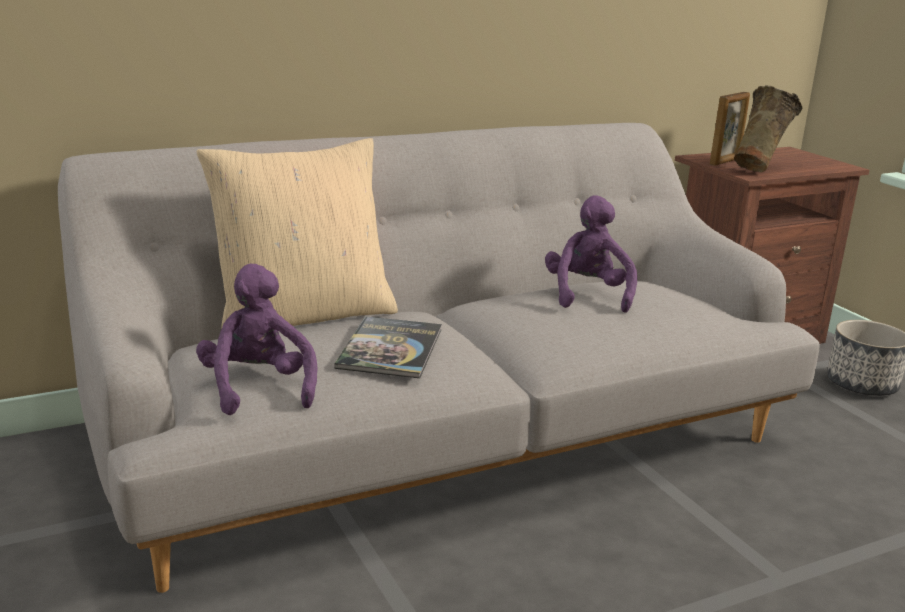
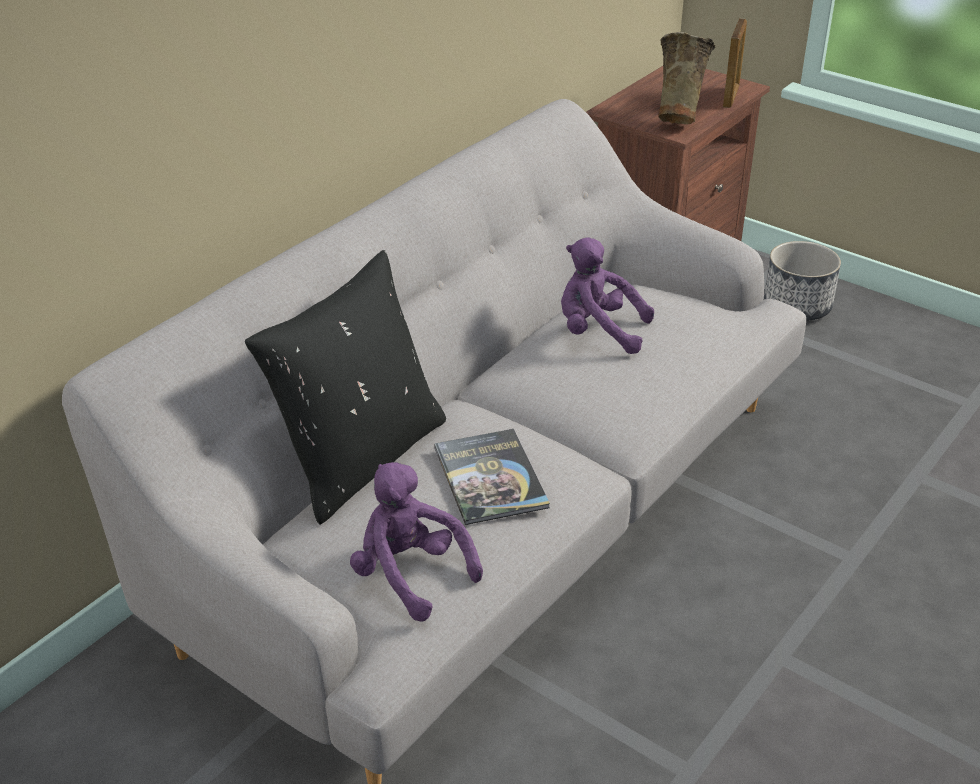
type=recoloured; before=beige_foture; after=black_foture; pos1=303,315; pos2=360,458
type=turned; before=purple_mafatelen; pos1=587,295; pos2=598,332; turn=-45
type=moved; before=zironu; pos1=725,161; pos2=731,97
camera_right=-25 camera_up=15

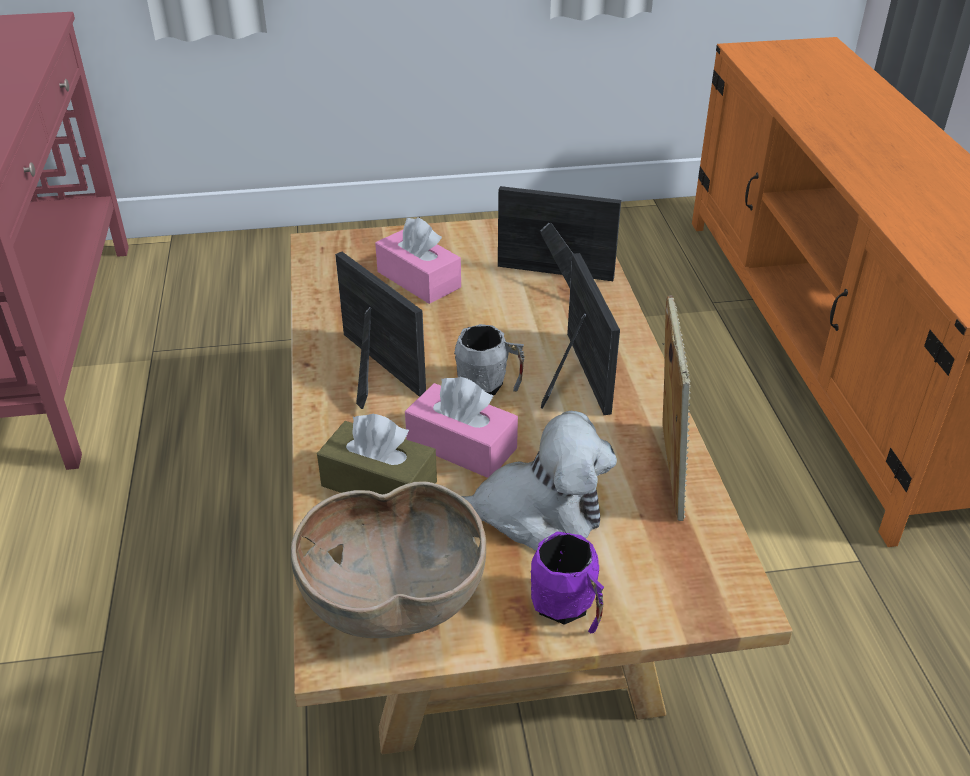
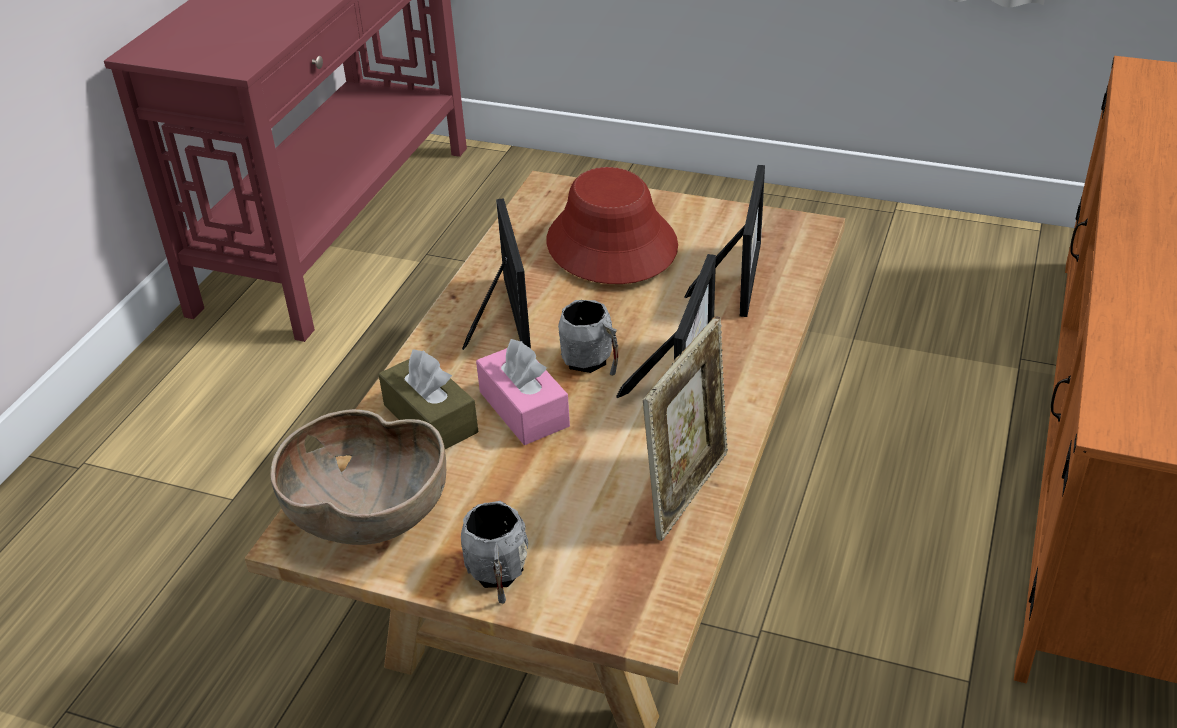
type=recoloured; before=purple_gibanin; after=grey_gibanin; pos1=569,610; pos2=498,577
type=replaced; before=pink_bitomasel; after=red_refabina; pos1=419,279; pos2=611,244
type=turned; before=zironu; pos1=550,278; pos2=737,277; turn=60
type=removed; before=mafatelen; pos1=533,514
camera_right=30 camera_up=0

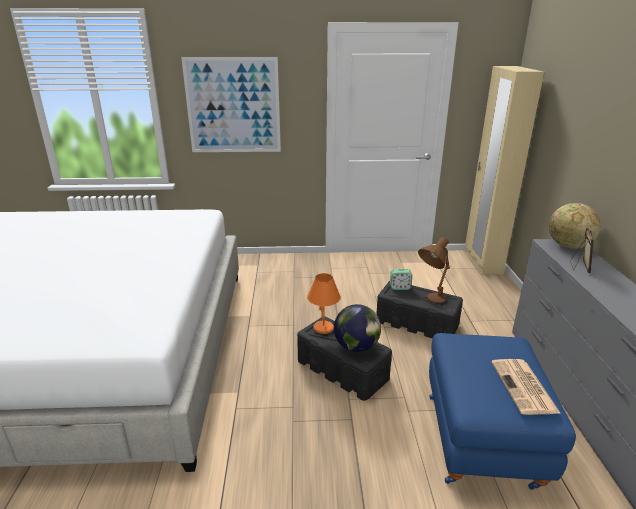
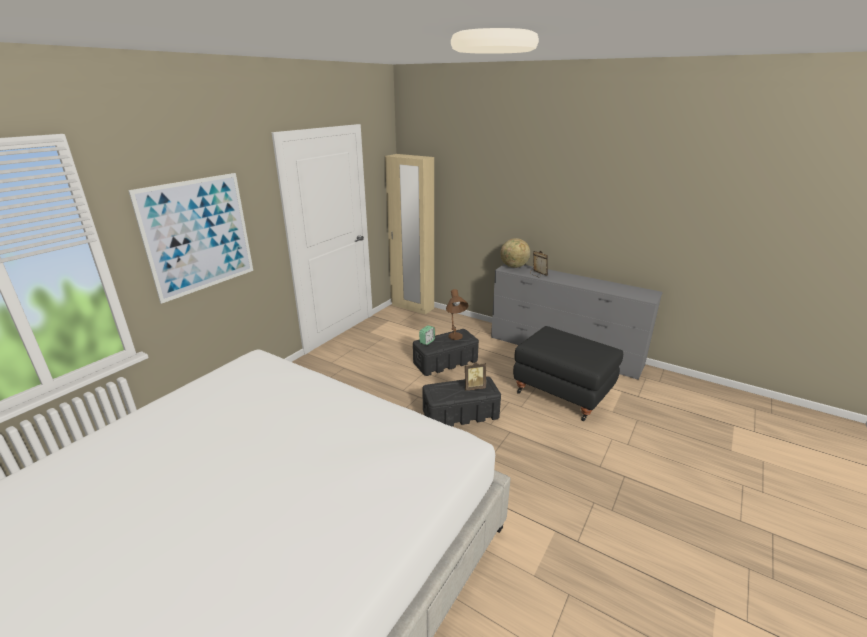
type=replaced; before=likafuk; after=zironu; pos1=356,347; pos2=474,387
type=recoloured; before=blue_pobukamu; after=black_pobukamu; pos1=483,440; pos2=563,393
type=removed; before=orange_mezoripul; pos1=324,328
type=removed; before=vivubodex; pos1=524,387
camera_right=-55 camera_up=0

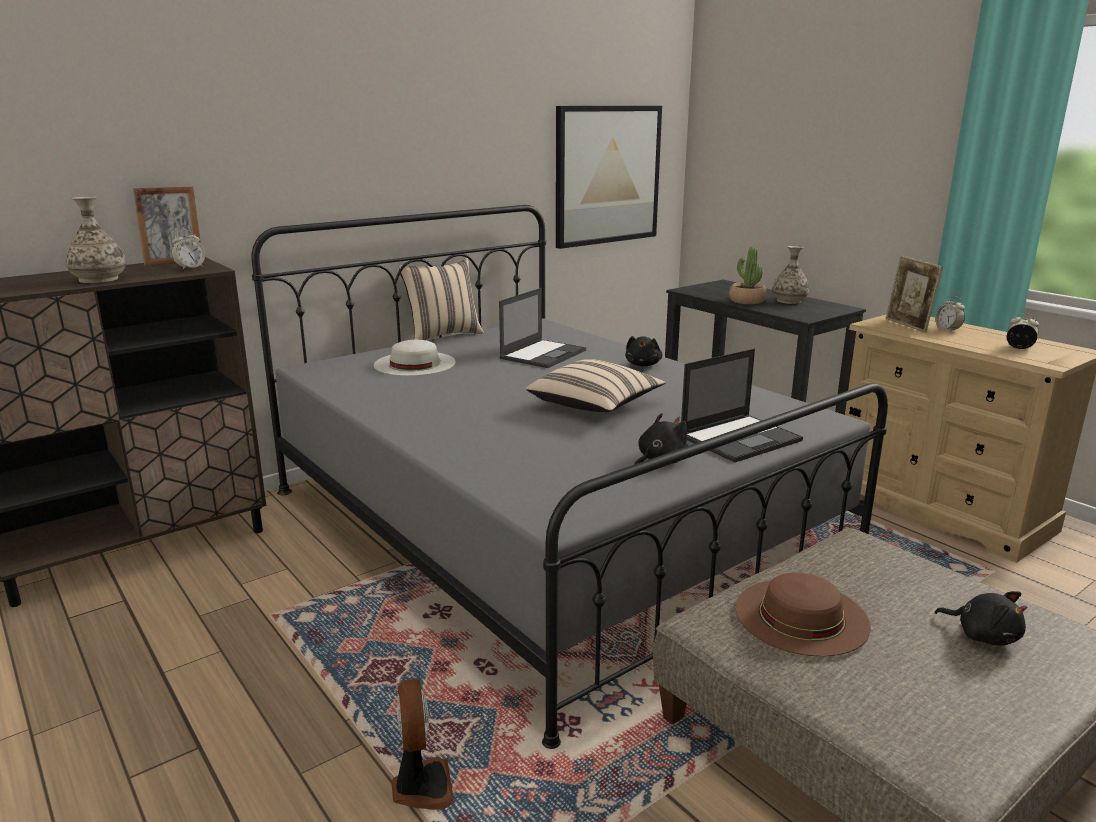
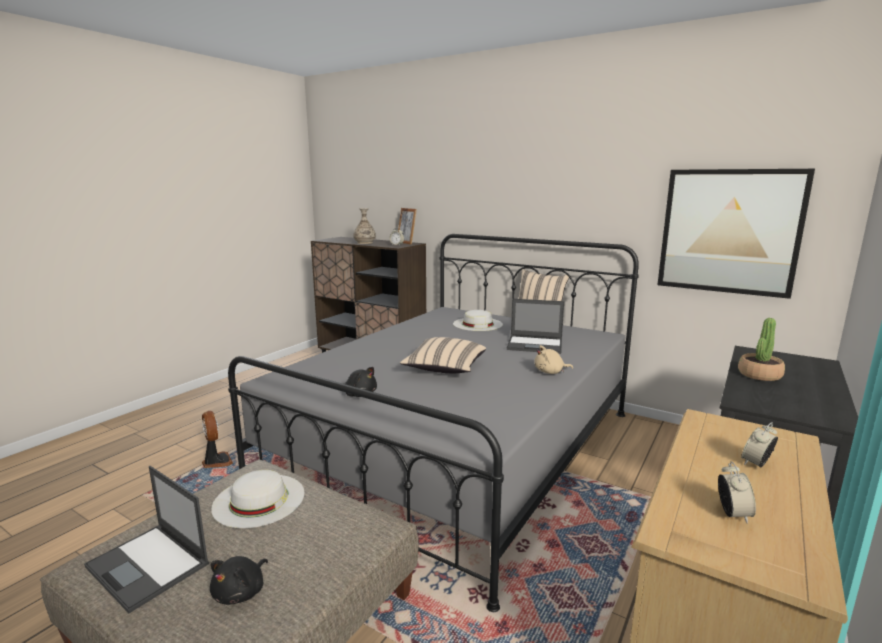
type=moved; before=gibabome; pos1=741,438; pos2=148,566
type=turned; before=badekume; pos1=421,787; pos2=217,462; turn=-90
type=recoloured; before=brown_refabina; after=white_refabina; pos1=801,616; pos2=259,499
type=recoloured; before=black_mafatelen; after=beige_mafatelen; pos1=643,364; pos2=550,372
type=removed; before=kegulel; pos1=789,301
type=removed; before=zironu; pos1=907,325
camera_right=70 camera_up=-5

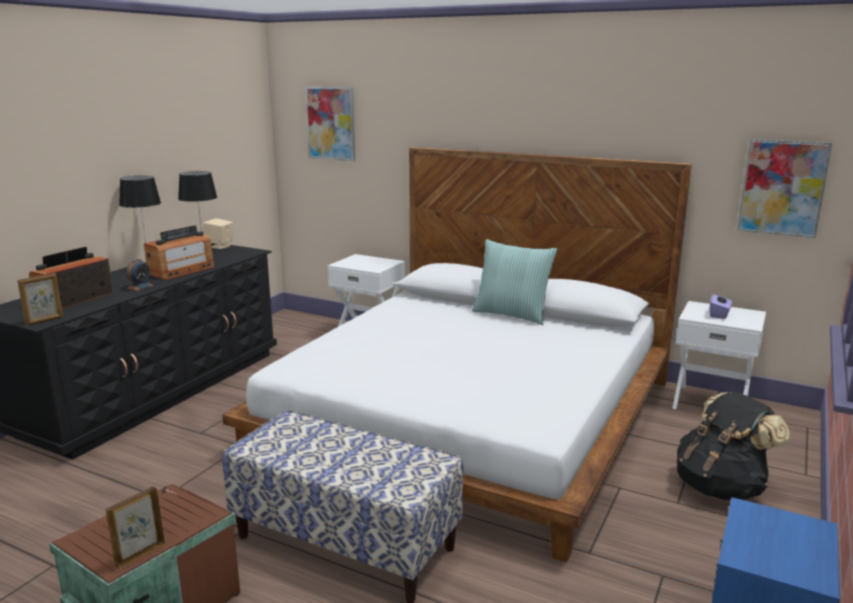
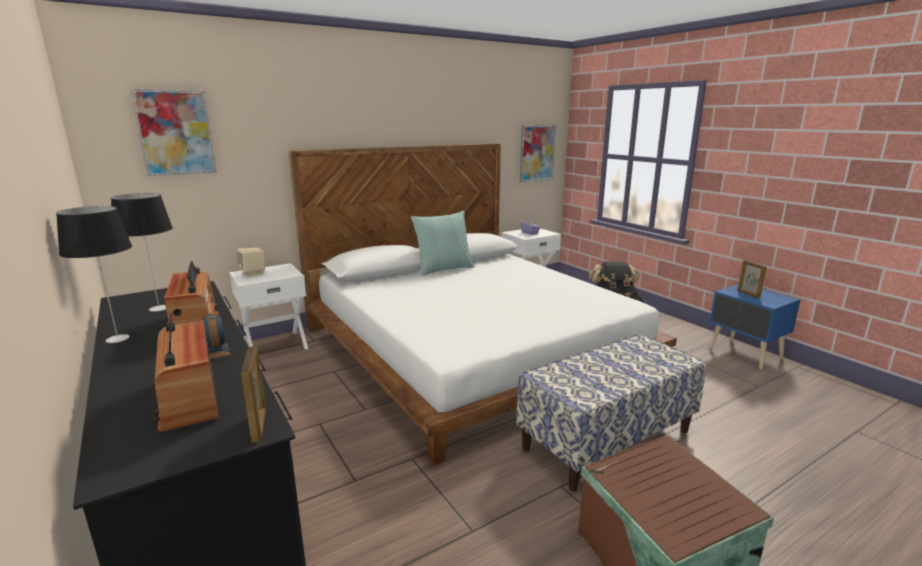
type=moved; before=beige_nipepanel; pos1=219,246; pos2=253,273
type=moved; before=zironu; pos1=140,555; pos2=748,294
camera_right=-60 camera_up=0

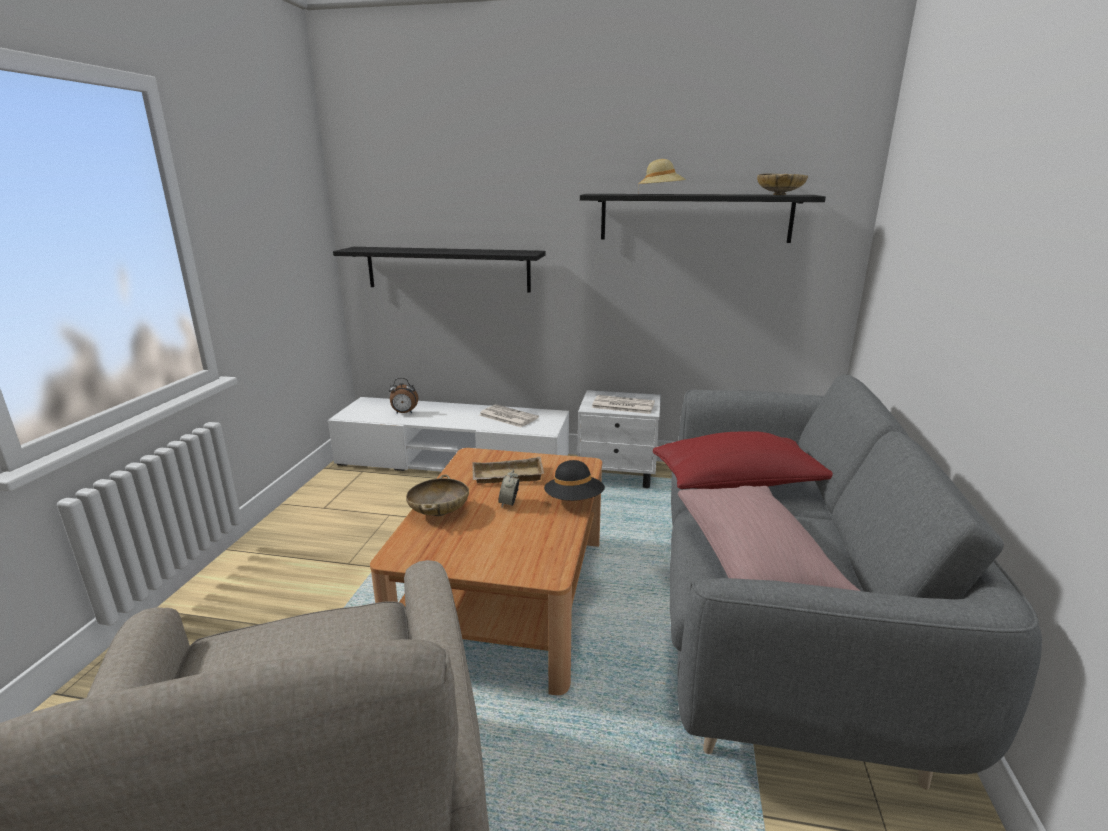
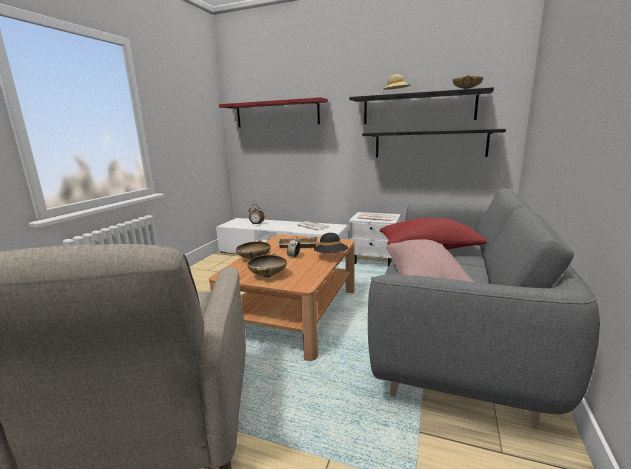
type=added; after=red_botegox; pos2=277,114
type=added; after=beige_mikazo; pos2=268,275
type=moved; before=black_botegox; pos1=447,269; pos2=429,144
camera_right=10 camera_up=-5

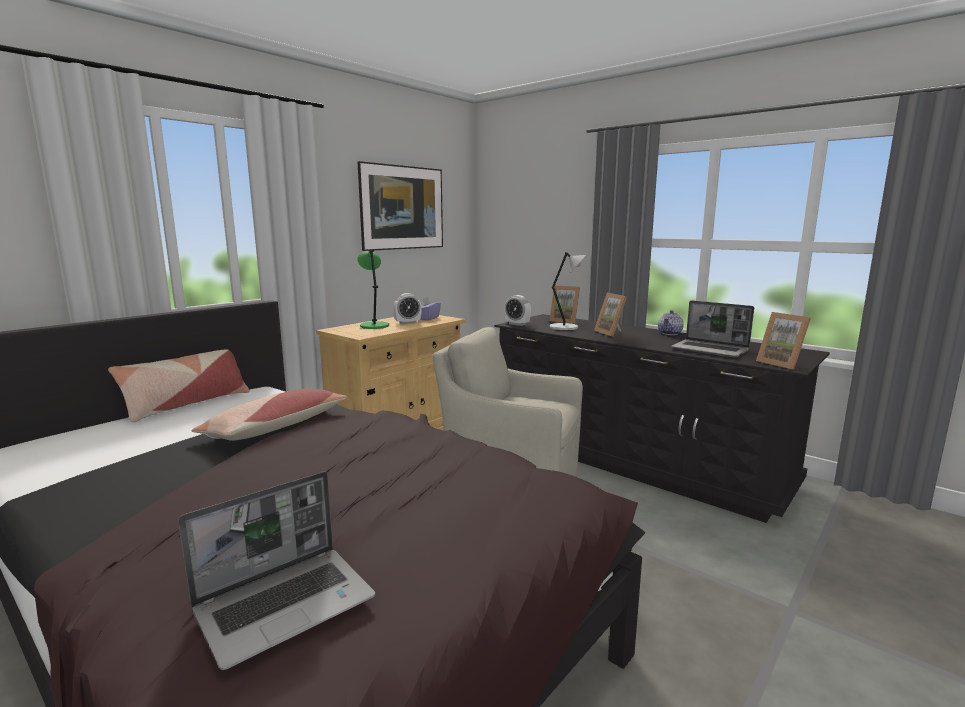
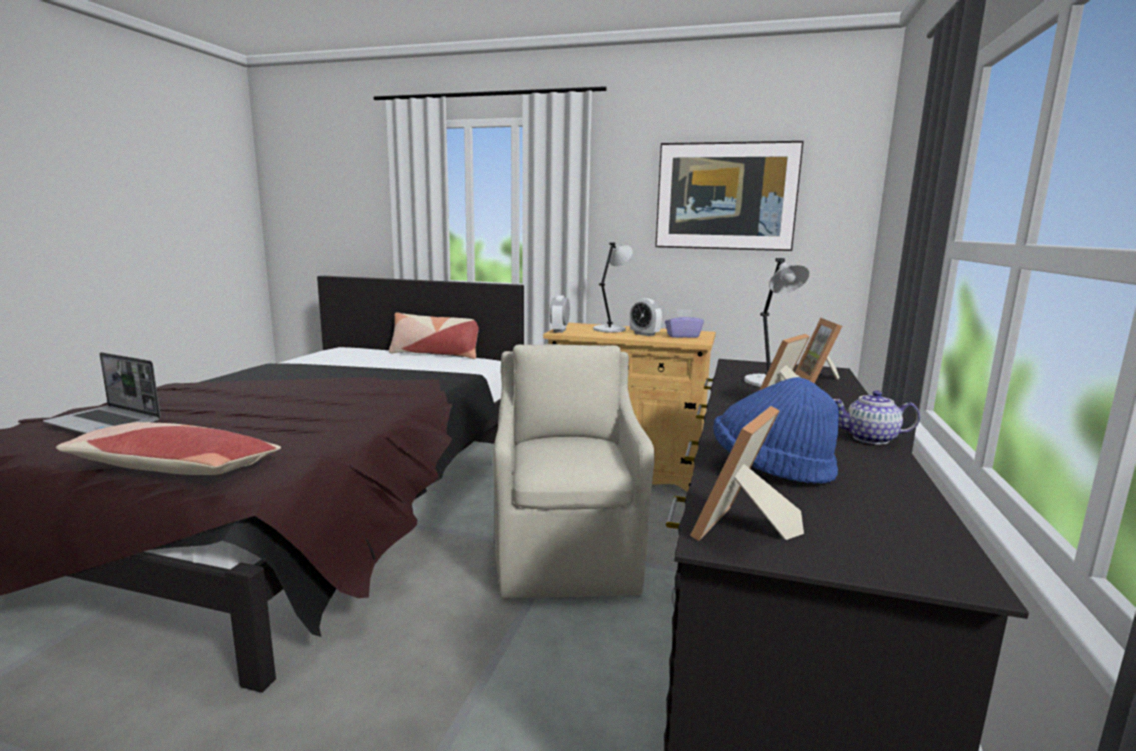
type=moved; before=foture; pos1=275,428; pos2=173,469
type=moved; before=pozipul; pos1=517,324; pos2=559,331
type=recoloured; before=green_mezoripul; after=grey_mezoripul; pos1=374,326; pos2=610,329
type=replaced; before=gibabome; after=blue_refabina; pos1=710,350; pos2=771,469
camera_right=65 camera_up=0

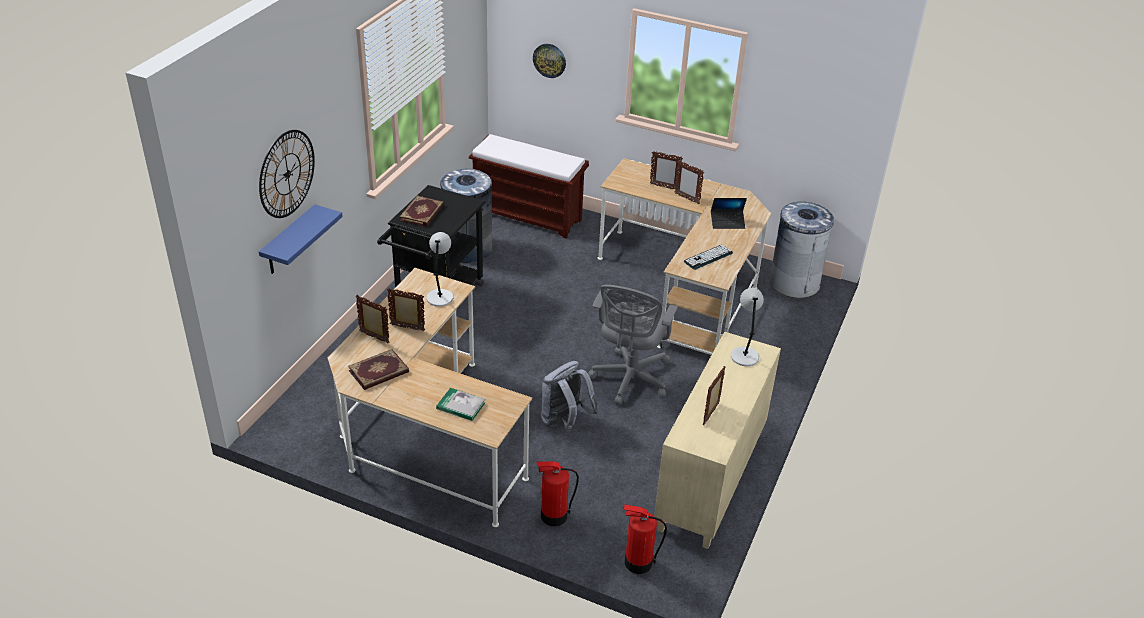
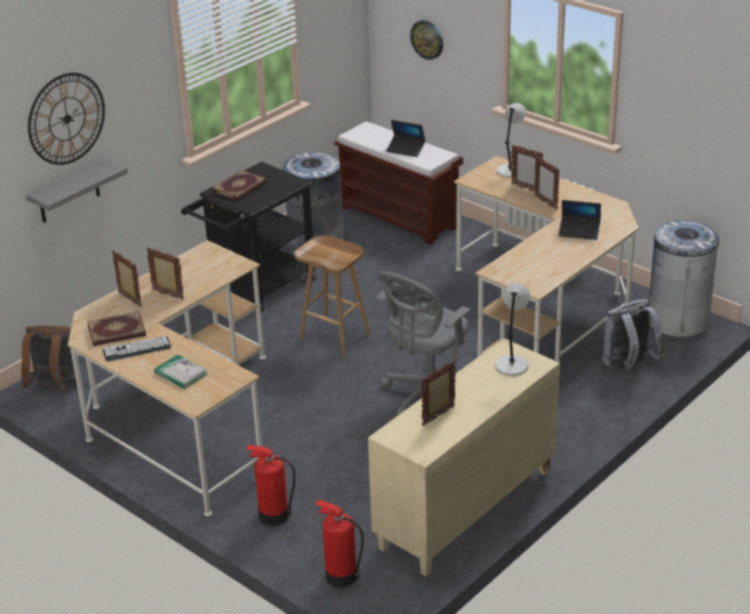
type=added; after=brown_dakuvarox; pos2=56,389
type=recoloured; before=blue_botegox; after=grey_botegox; pos1=289,241; pos2=68,192
type=moved; before=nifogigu; pos1=708,257; pos2=137,349
type=added; after=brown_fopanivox; pos2=336,337
type=added; after=gibabome; pos2=406,149
type=moved; before=grey_mezoripul; pos1=440,297; pos2=510,170
type=moved; before=grey_dakuvarox; pos1=564,422; pos2=628,367
camera_right=20 camera_up=-5

